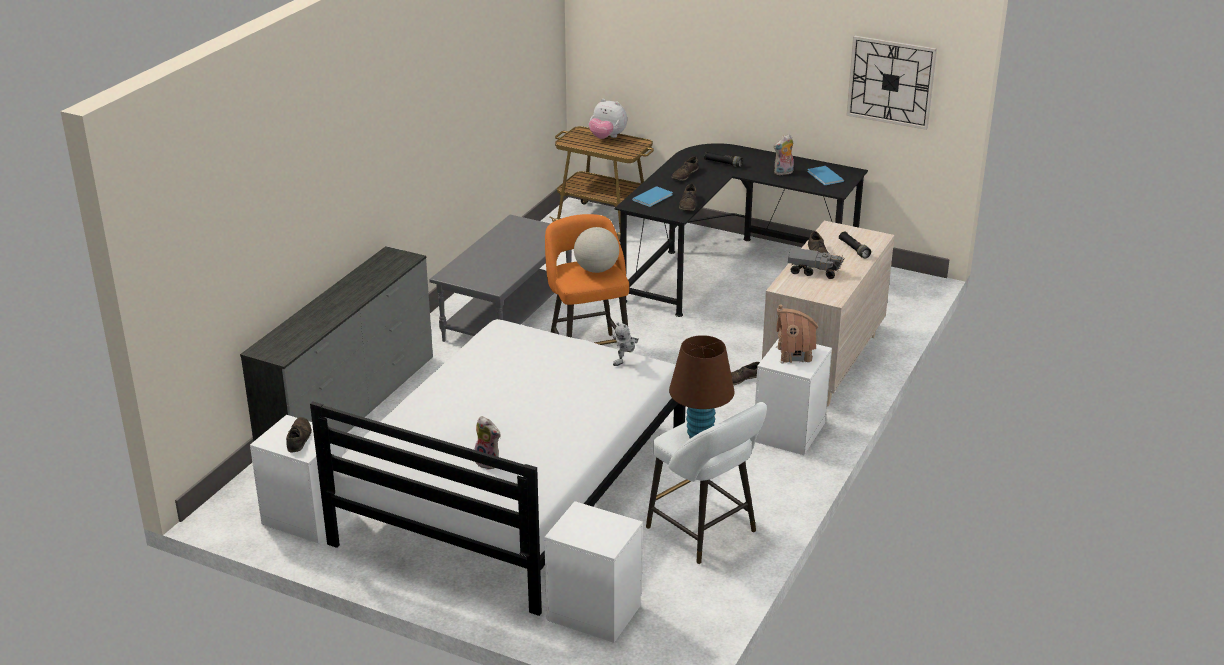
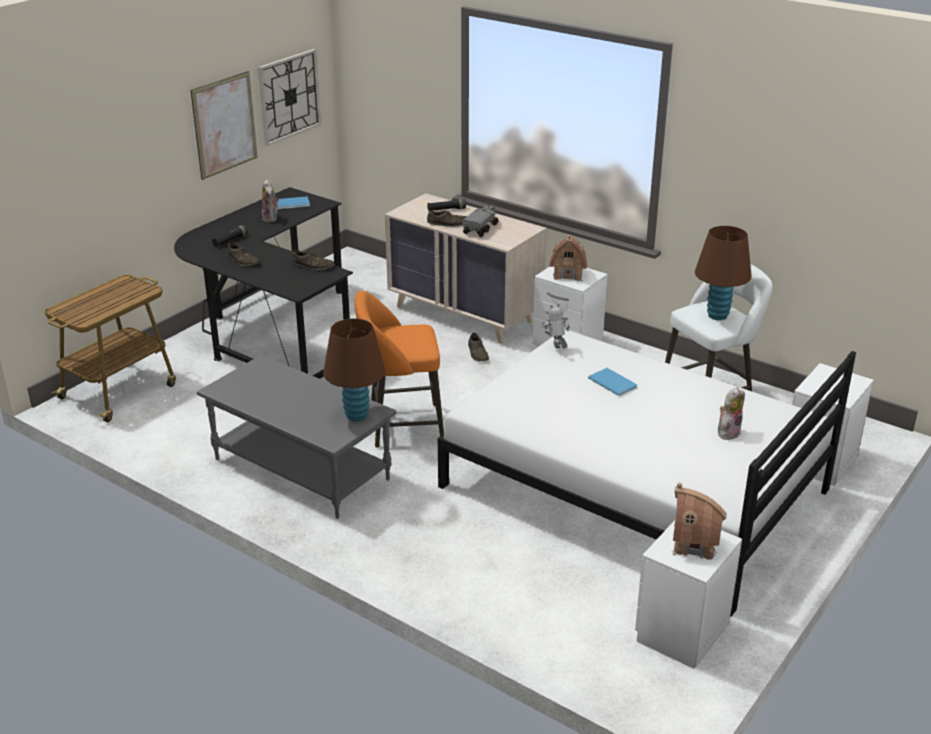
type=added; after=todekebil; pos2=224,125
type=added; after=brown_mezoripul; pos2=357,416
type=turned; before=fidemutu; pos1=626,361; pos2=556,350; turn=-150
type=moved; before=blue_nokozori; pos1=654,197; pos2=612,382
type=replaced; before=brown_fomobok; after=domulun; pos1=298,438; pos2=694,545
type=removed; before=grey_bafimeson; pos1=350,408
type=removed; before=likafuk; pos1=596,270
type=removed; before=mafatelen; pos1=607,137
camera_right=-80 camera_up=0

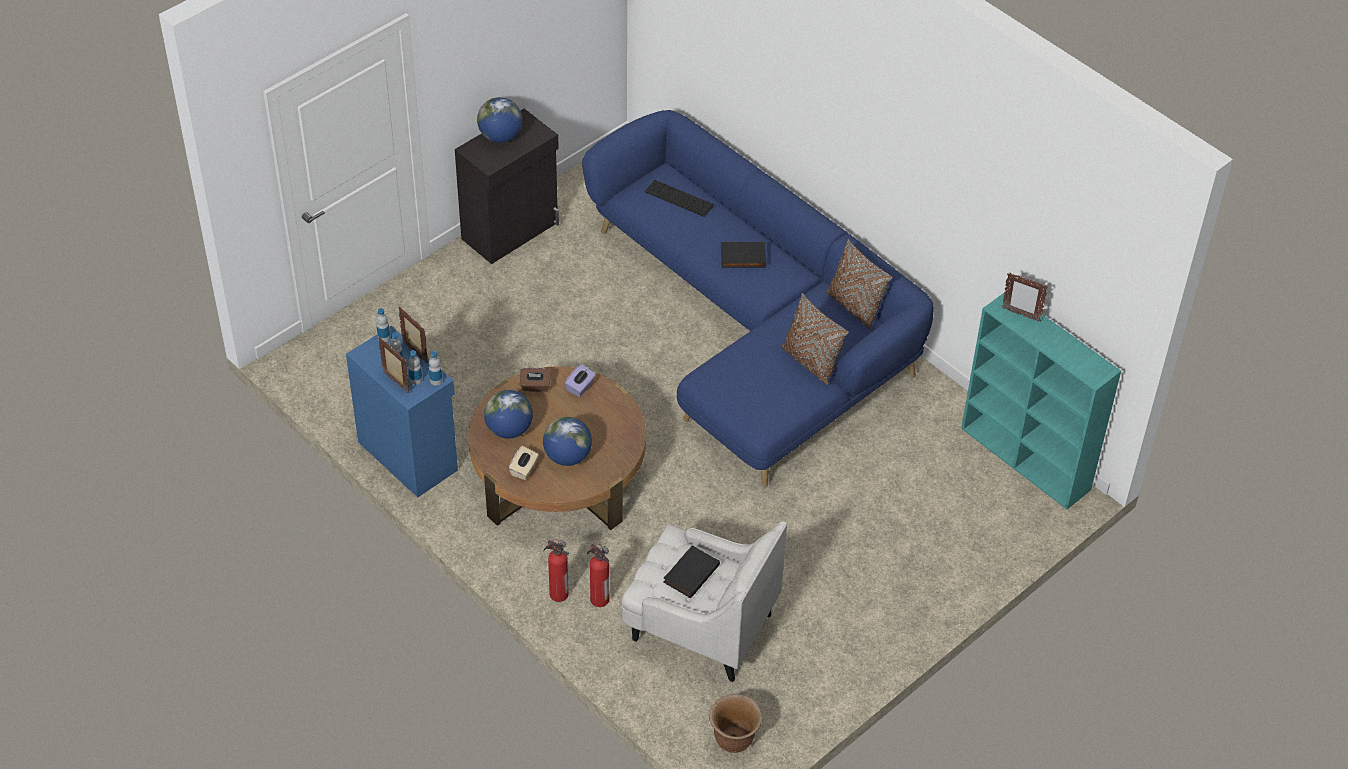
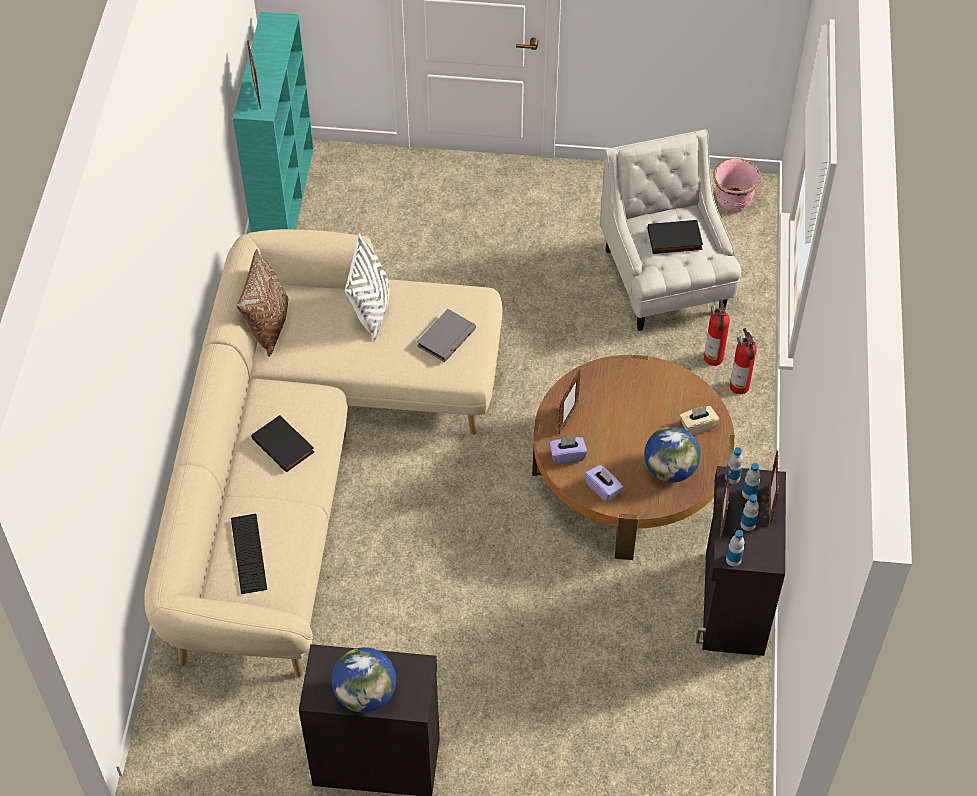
type=recoloured; before=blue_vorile; after=beige_vorile; pos1=755,327; pos2=310,460
type=recoloured; before=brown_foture; after=white_foture; pos1=810,362; pos2=371,310
type=added; after=grey_nokozori; pos2=445,337
type=added; after=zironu; pos2=567,419
type=recoloured; before=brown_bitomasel; after=purple_bitomasel; pos1=535,386; pos2=603,489
type=recoloured; before=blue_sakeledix; after=black_sakeledix; pos1=408,454; pos2=732,603
type=recoloured; before=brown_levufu; after=pink_levufu; pos1=733,739; pos2=733,202
type=removed; before=likafuk; pos1=568,456
camera_right=-130 camera_up=5

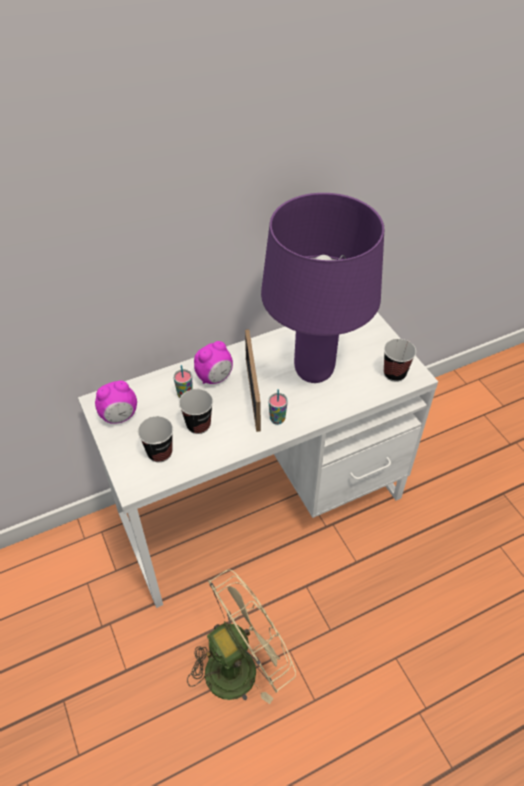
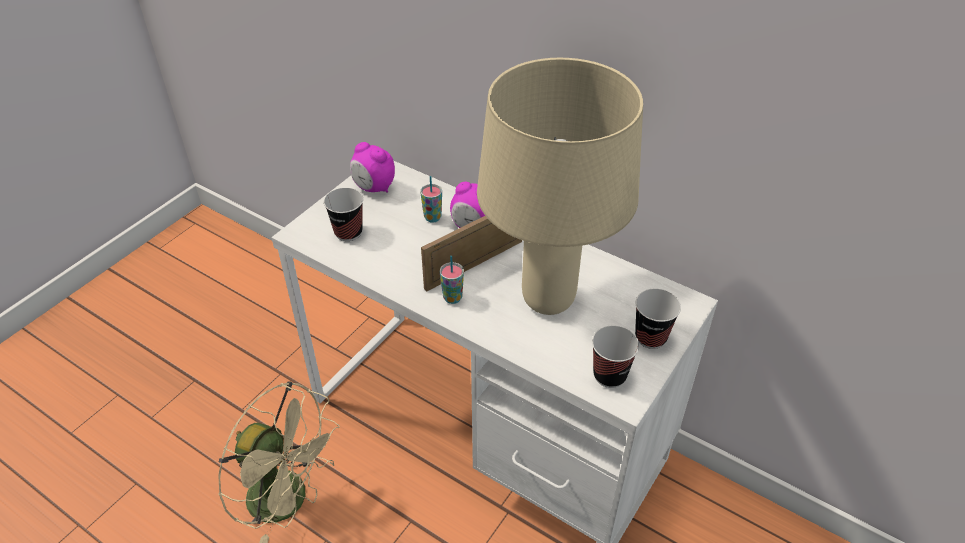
type=recoloured; before=purple_mezoripul; after=beige_mezoripul; pos1=314,371; pos2=549,300
type=moved; before=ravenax; pos1=198,425; pos2=650,337
camera_right=60 camera_up=-5

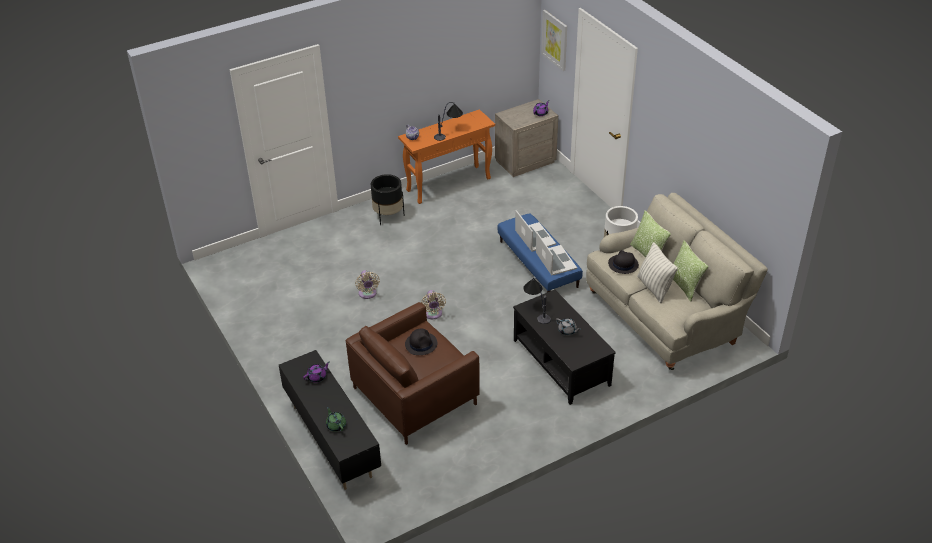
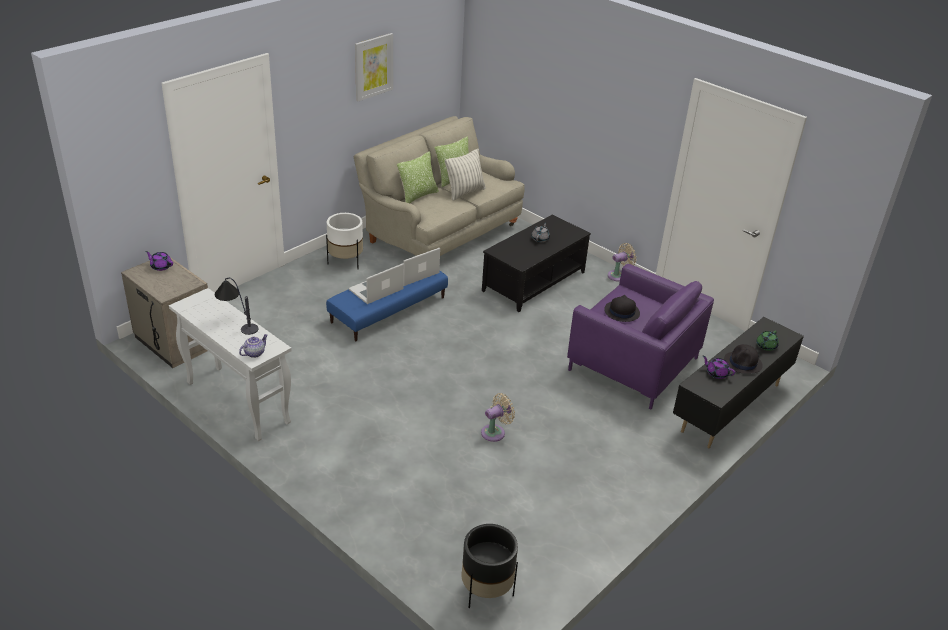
type=recoloured; before=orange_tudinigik; after=white_tudinigik; pos1=449,184; pos2=237,402
type=moved; before=todekebil; pos1=555,40; pos2=373,66
type=moved; before=black_levufu; pos1=388,216; pos2=486,591
type=recoloured; before=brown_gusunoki; after=purple_gusunoki; pos1=414,396; pos2=633,364
type=moved; before=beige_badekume; pos1=433,314; pos2=619,275
type=moved; before=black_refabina; pos1=623,264; pos2=743,363
type=removed; before=mezoripul; pos1=536,311
camera_right=-110 camera_up=-5

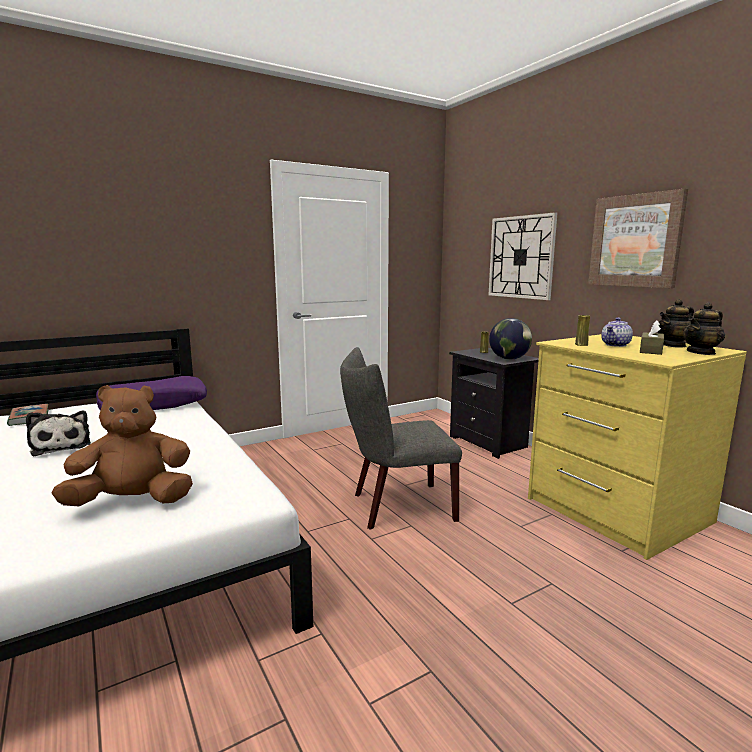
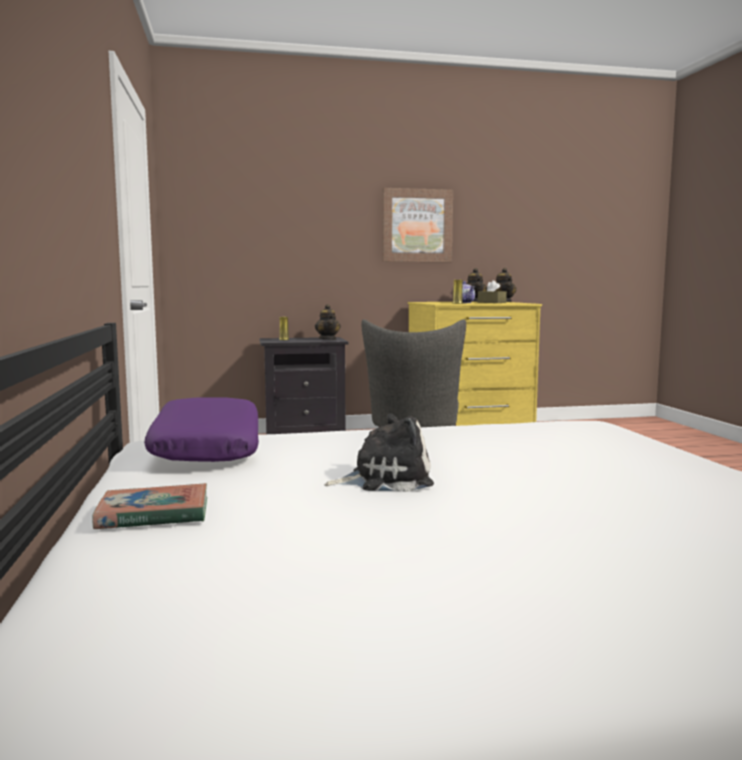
type=replaced; before=likafuk; after=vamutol; pos1=509,359; pos2=328,339
type=removed; before=brown_mafatelen; pos1=133,502
type=removed; before=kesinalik; pos1=521,257
camera_right=-70 camera_up=-5

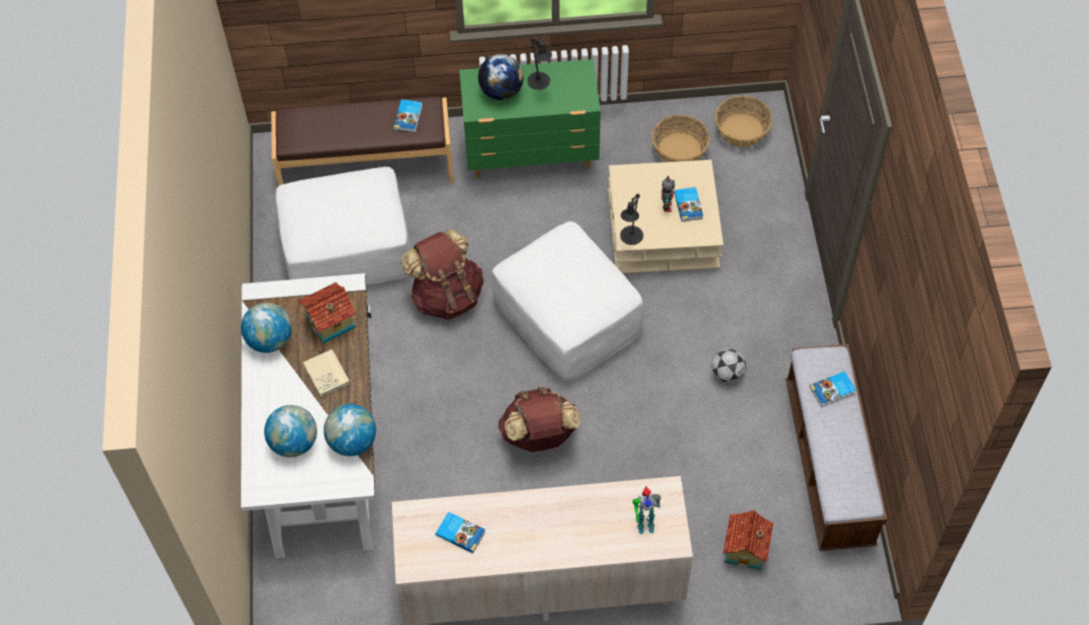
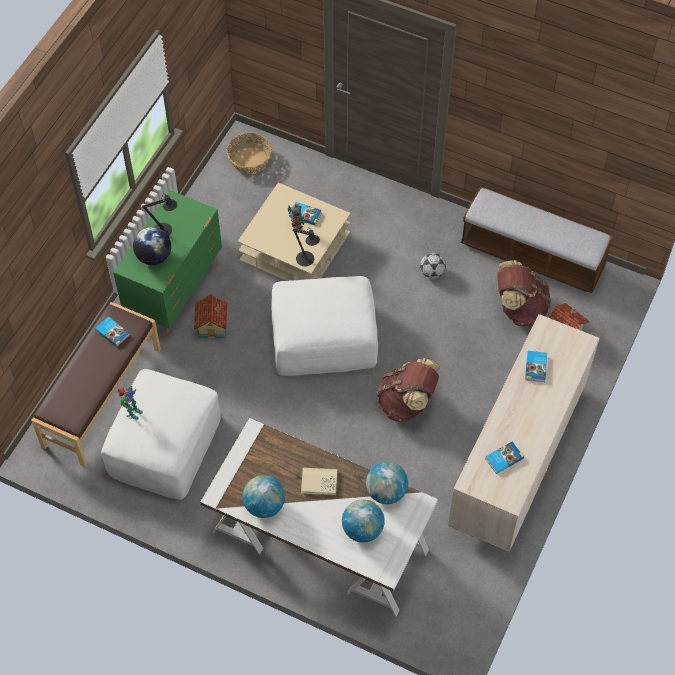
type=moved; before=fidemutu; pos1=644,522; pos2=132,413
type=moved; before=domulun; pos1=331,323; pos2=213,326
type=moved; before=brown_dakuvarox; pos1=447,296; pos2=519,308
type=moved; before=nokozori; pos1=833,390; pos2=536,367
type=removed; before=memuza; pos1=680,149
camera_right=-60 camera_up=0

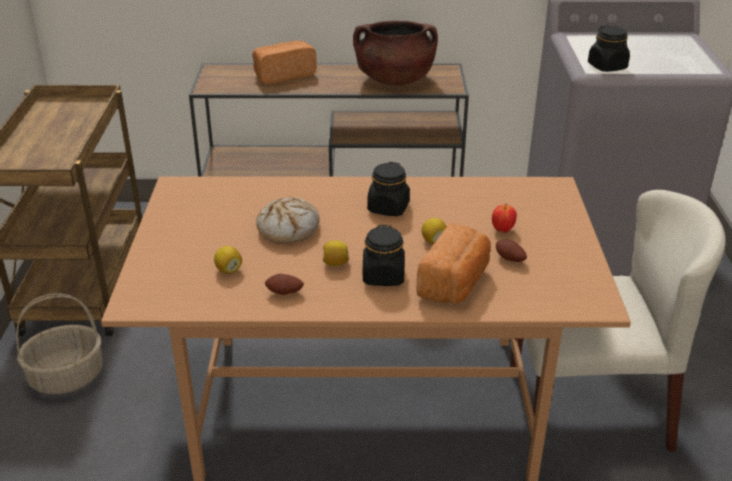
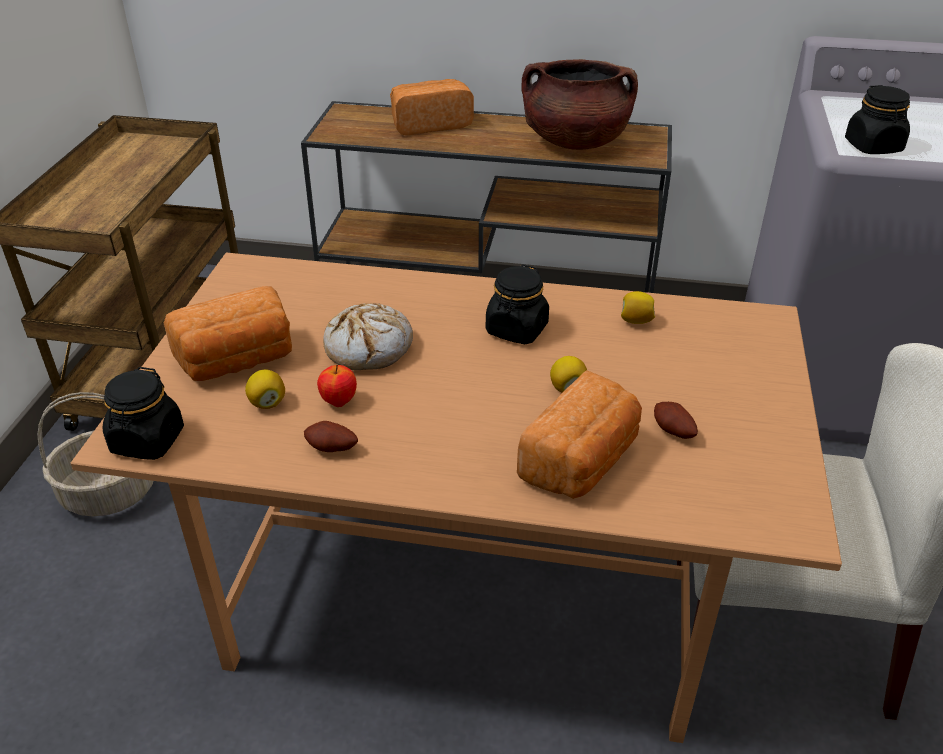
type=moved; before=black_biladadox; pos1=383,276; pos2=147,441
type=added; after=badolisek; pos2=238,360
type=moved; before=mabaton; pos1=502,230; pos2=339,402
type=moved; before=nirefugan; pos1=335,263; pos2=635,320
camera_right=10 camera_up=5

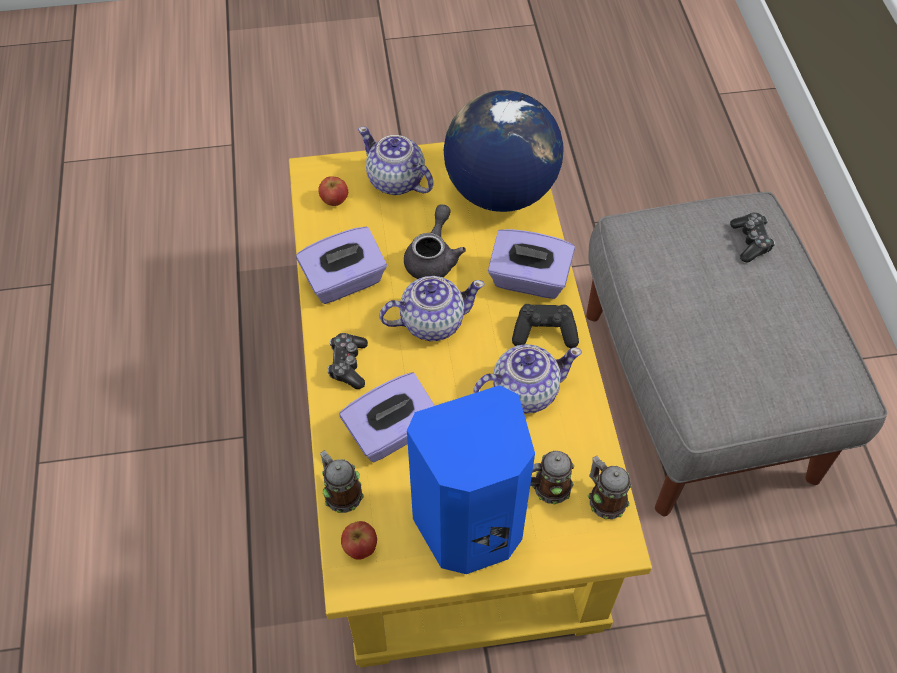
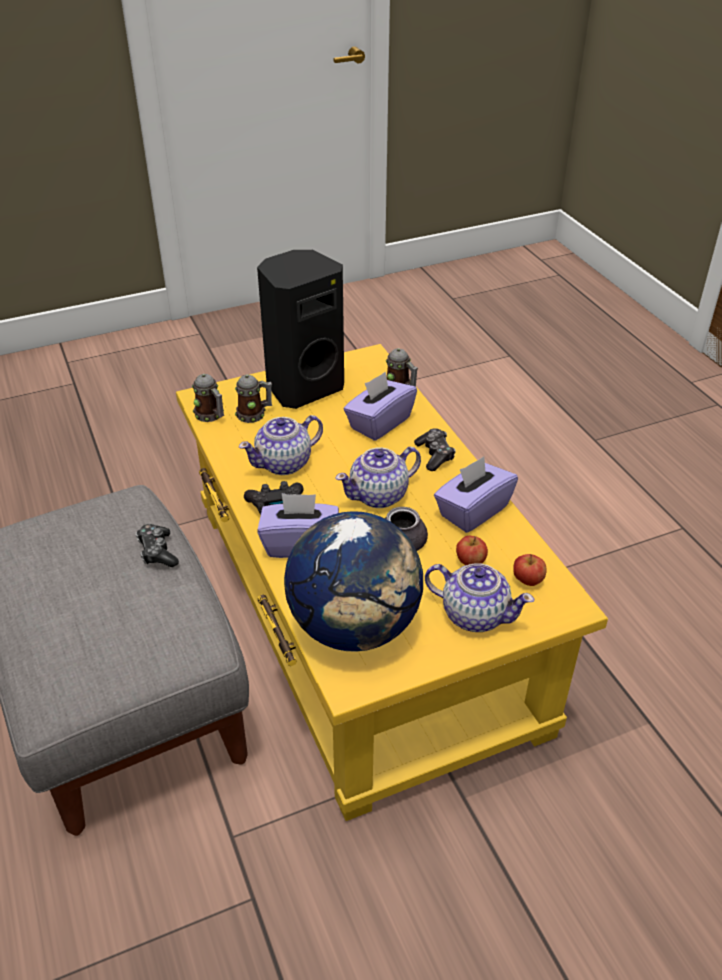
type=moved; before=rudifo; pos1=750,241; pos2=157,552
type=recoloured; before=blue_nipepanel; after=black_nipepanel; pos1=470,529; pos2=303,387
type=moved; before=mabaton; pos1=360,547; pos2=470,562
camera_right=165 camera_up=-15

